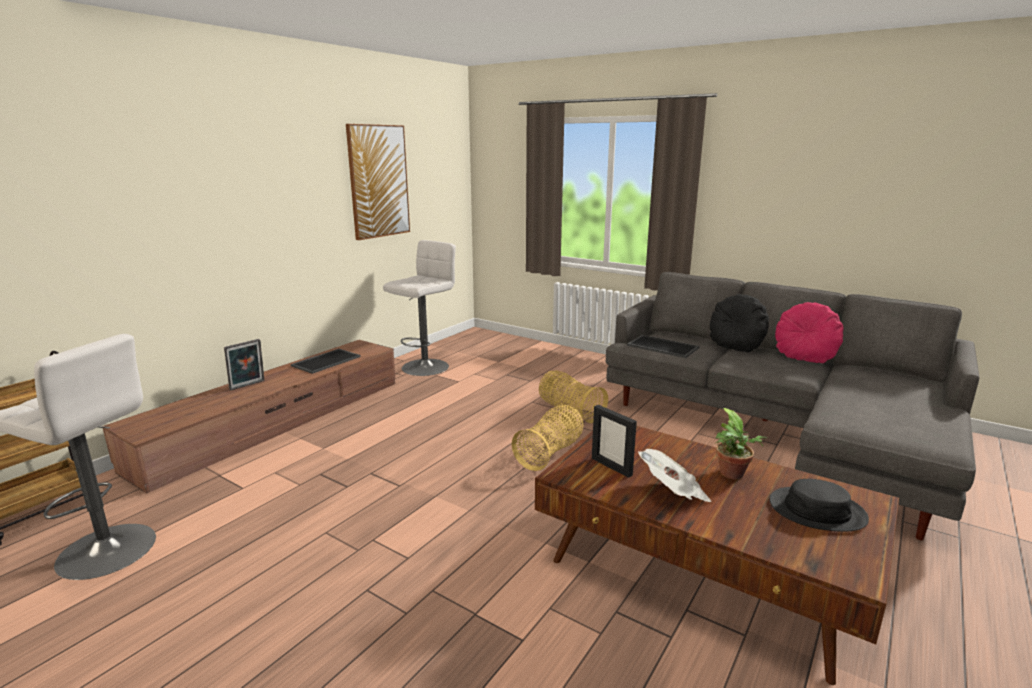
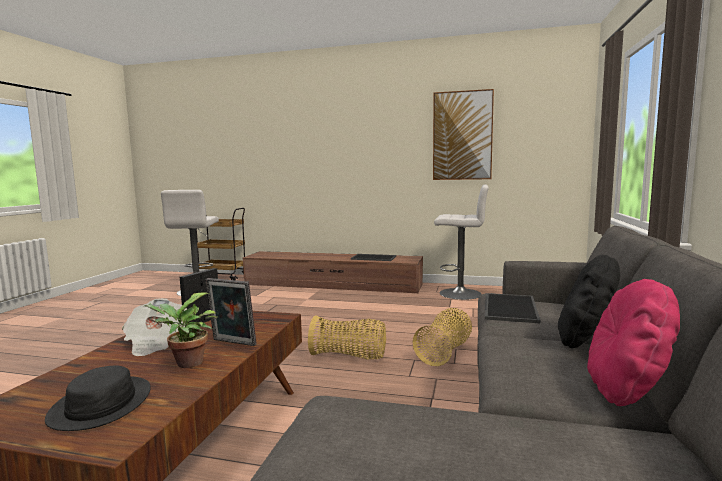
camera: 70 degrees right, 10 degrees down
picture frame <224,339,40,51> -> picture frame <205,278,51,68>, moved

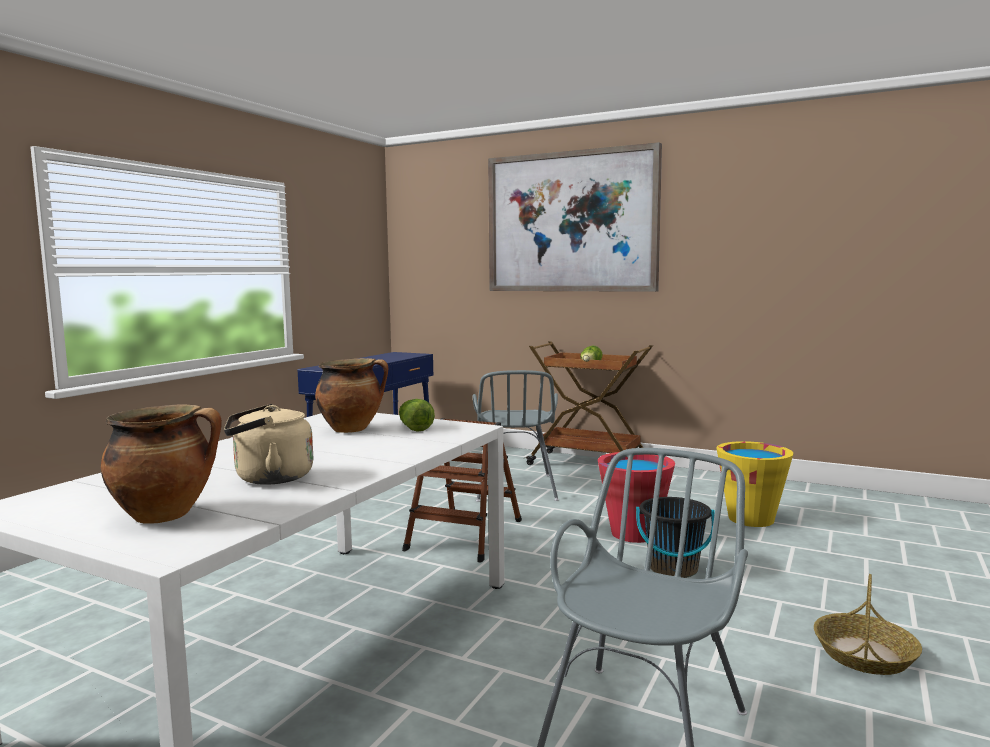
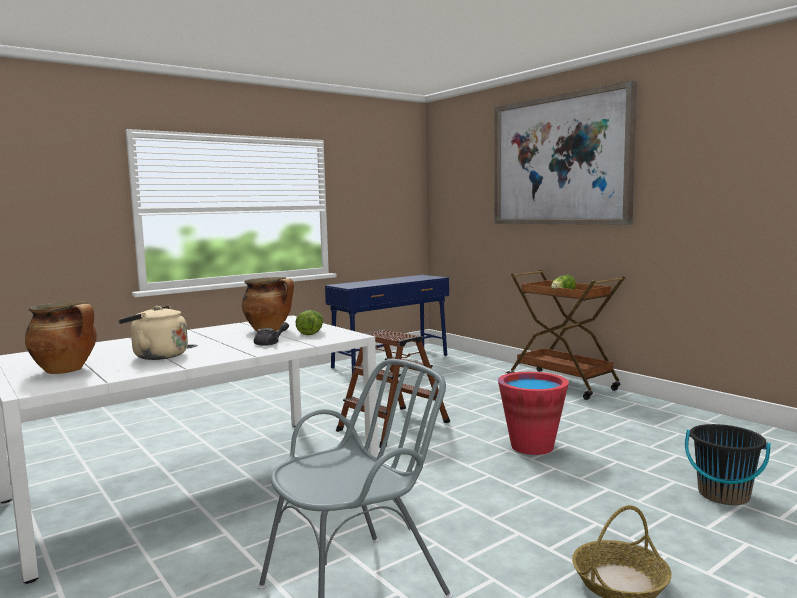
camera: 25 degrees right, 0 degrees up
none -> grey teapot <254,322,35,24>
black bucket <636,497,79,81> -> black bucket <685,424,86,81>, moved
grey chair <473,370,86,132> -> none
yellow bucket <717,441,76,86> -> none

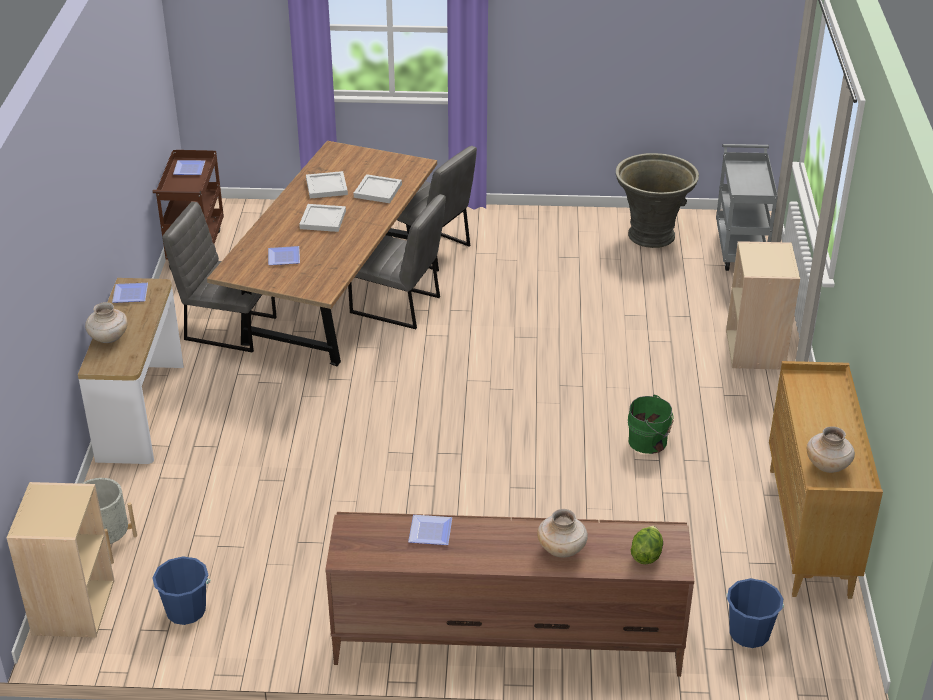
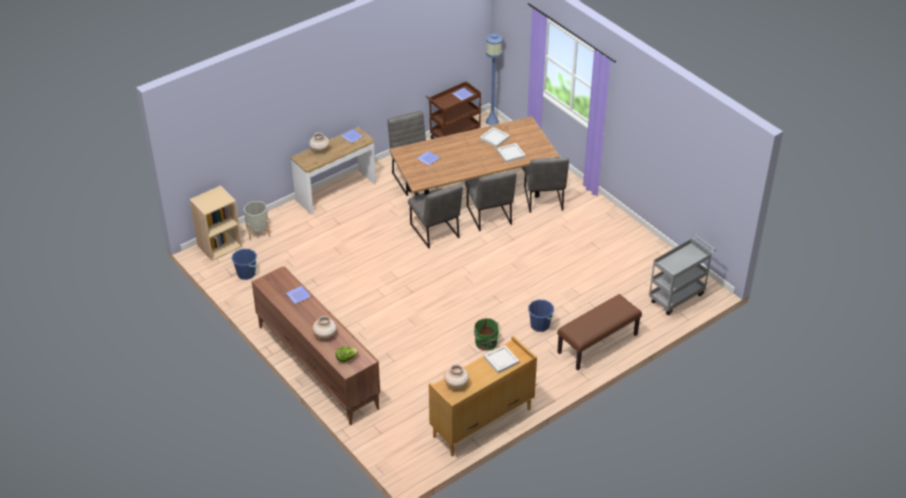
camera: 50 degrees right, 5 degrees up
none -> grey chair <408,184,55,64>
white tray <299,204,47,28> -> white tray <484,345,36,28>, moved
none -> blue floor lamp <486,34,17,92>
blue bucket <726,578,58,70> -> blue bucket <528,300,26,32>, moved
beige bookcase <726,241,74,129> -> brown bench <557,294,85,76>
grey planter <616,153,83,95> -> none

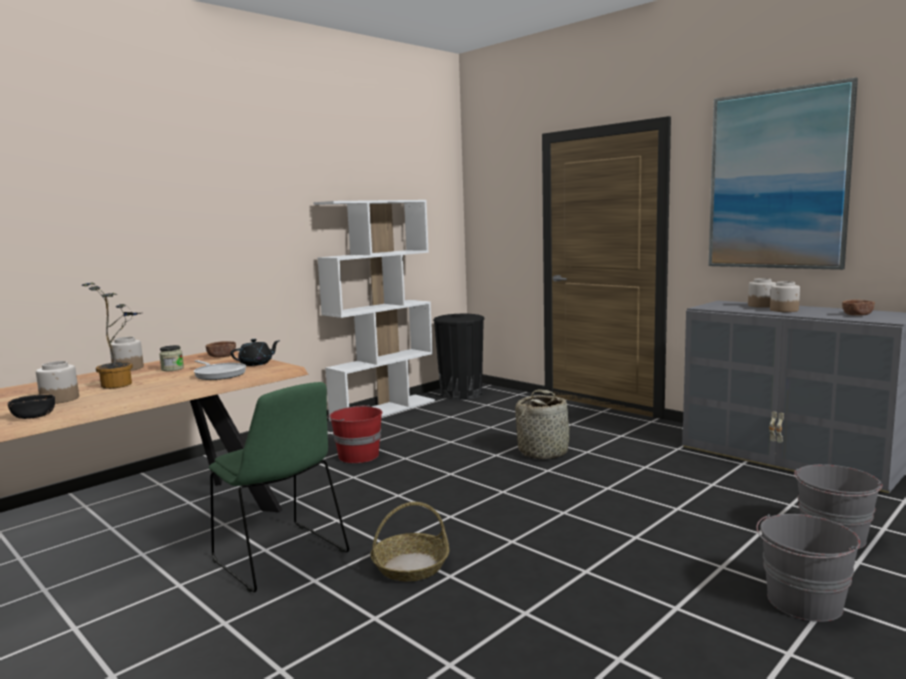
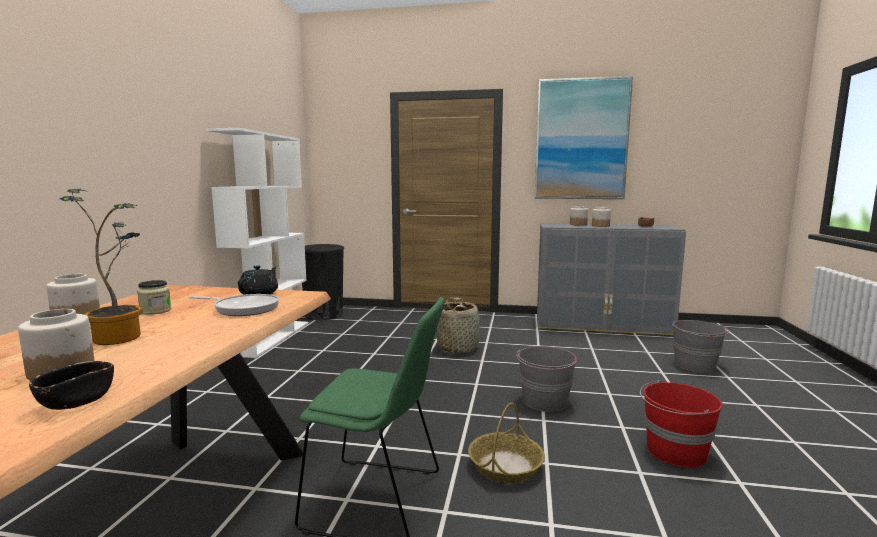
camera: 35 degrees left, 0 degrees up
grey bucket <756,514,105,108> -> grey bucket <516,346,61,66>, moved
red bucket <327,405,55,58> -> red bucket <640,380,83,88>, moved
brown bowl <206,341,30,16> -> none

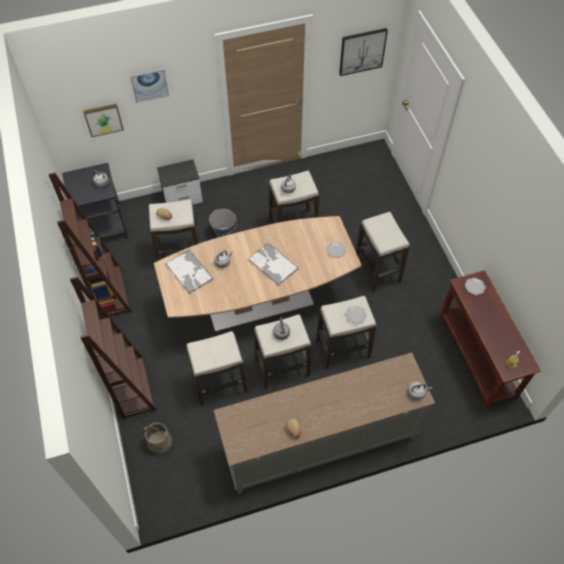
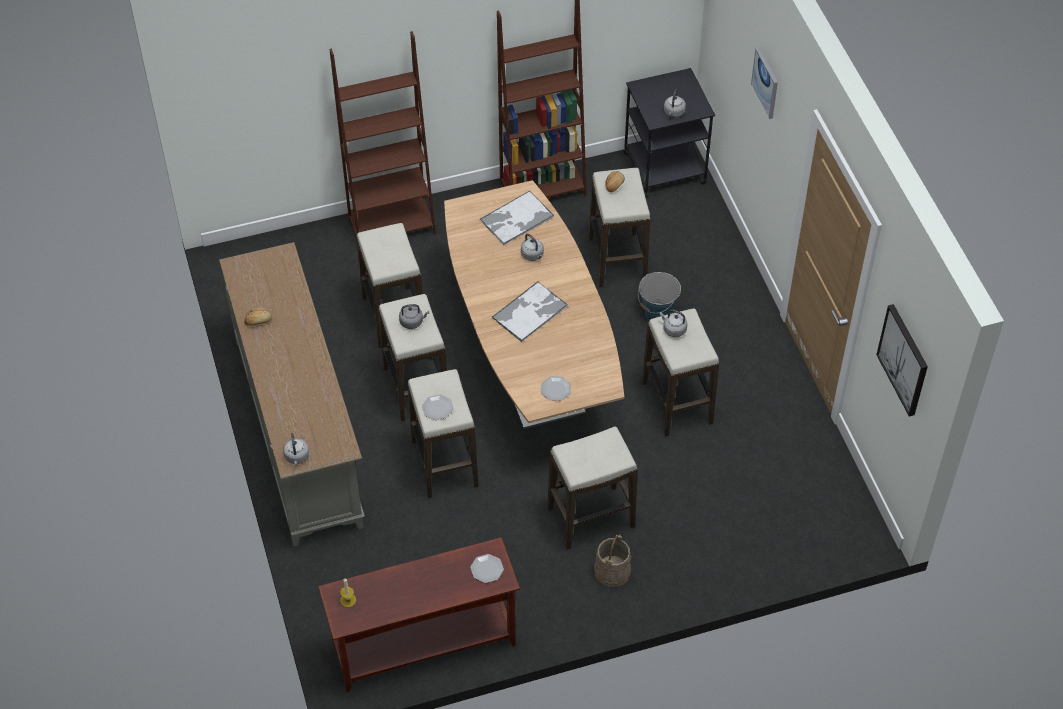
camera: 90 degrees right, 5 degrees down
beige bucket <144,423,28,31> -> beige bucket <594,534,37,53>, moved
picture <83,104,40,33> -> none
nightstand <157,159,46,46> -> none

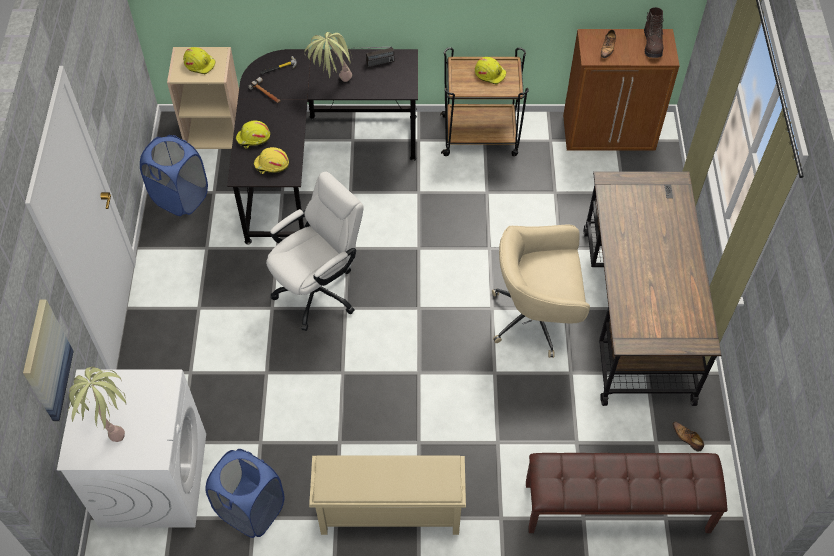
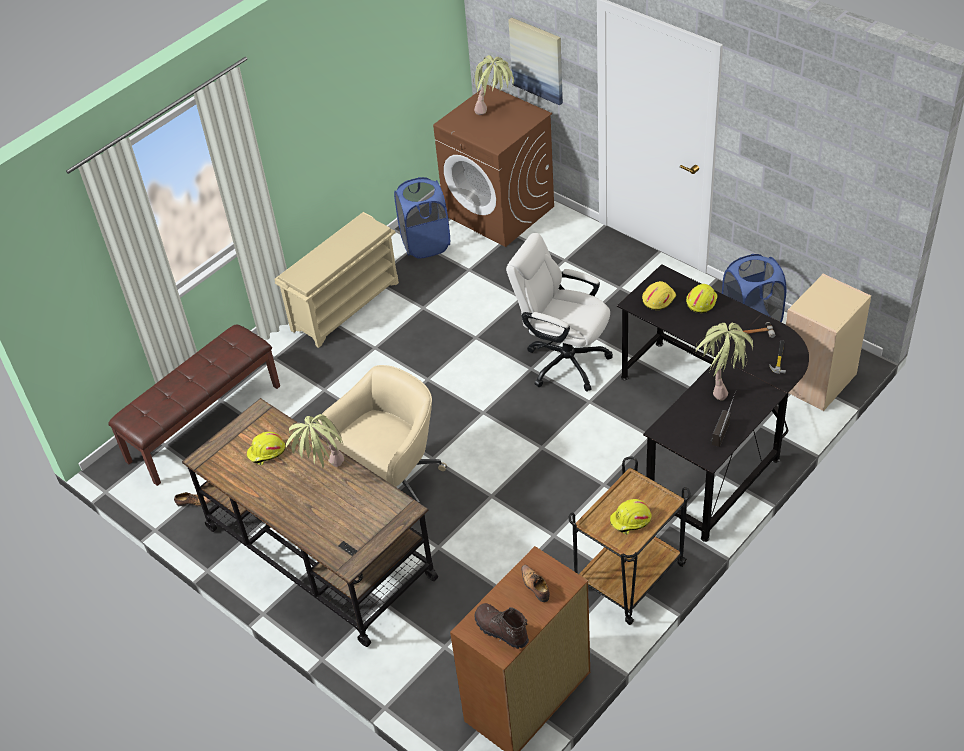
camera: 135 degrees right, 10 degrees down
yellow hard hat <183,47,33,28> -> yellow hard hat <247,432,38,33>, moved
none -> potted plant <286,414,58,54>
white washing machine <57,369,149,158> -> brown washing machine <433,85,121,162>
white office chair <266,172,98,159> -> white office chair <506,233,107,159>, 120 degrees clockwise

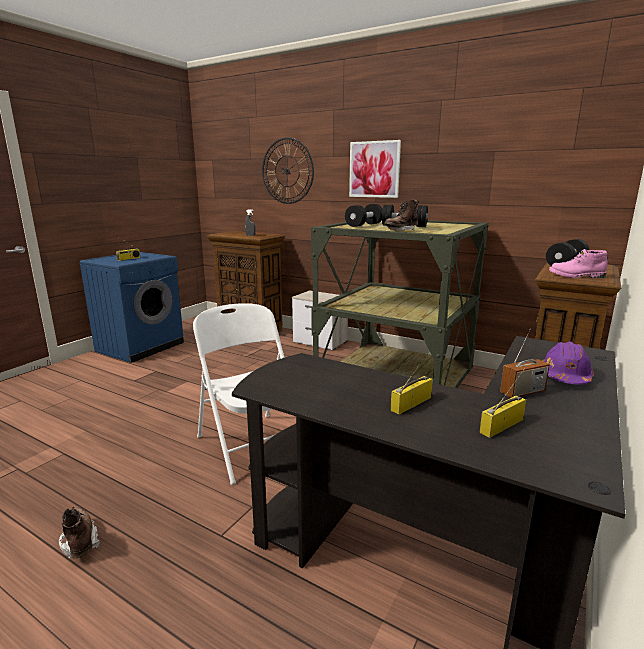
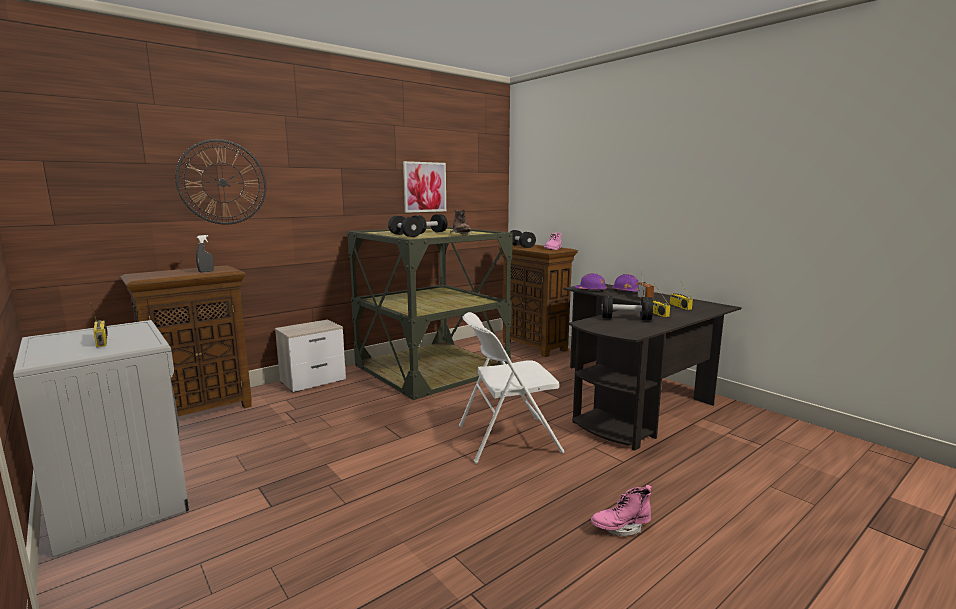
camera: 70 degrees left, 5 degrees down
blue washing machine <80,252,104,111> -> white washing machine <13,320,176,237>
picture <349,140,52,58> -> picture <403,161,43,52>, moved
none -> purple hard hat <575,273,32,19>
brown boot <59,507,41,51> -> pink boot <591,485,61,51>
none -> black dumbbell <601,296,52,24>

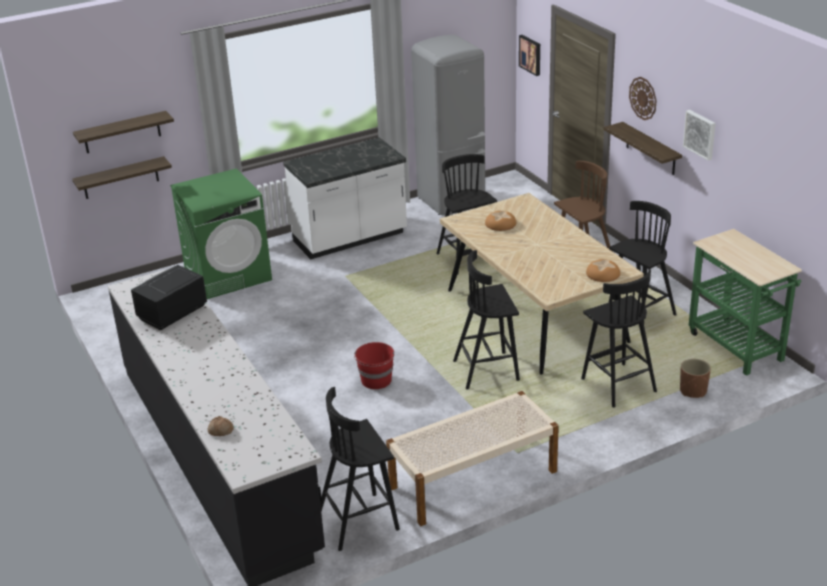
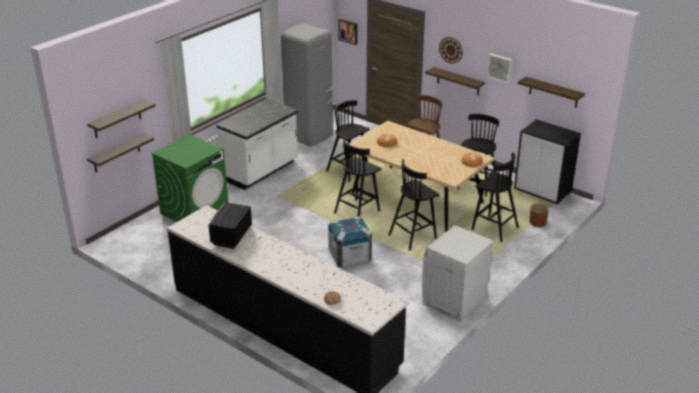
camera: 25 degrees left, 0 degrees up
red bucket <354,342,41,47> -> crate <328,216,44,52>
black stool <320,387,80,164> -> black stool <334,138,47,79>, moved
beige bench <386,391,173,135> -> white washing machine <422,225,72,97>
green cart <689,229,113,147> -> black cabinet <514,119,67,86>
none -> shelf <517,77,68,31>

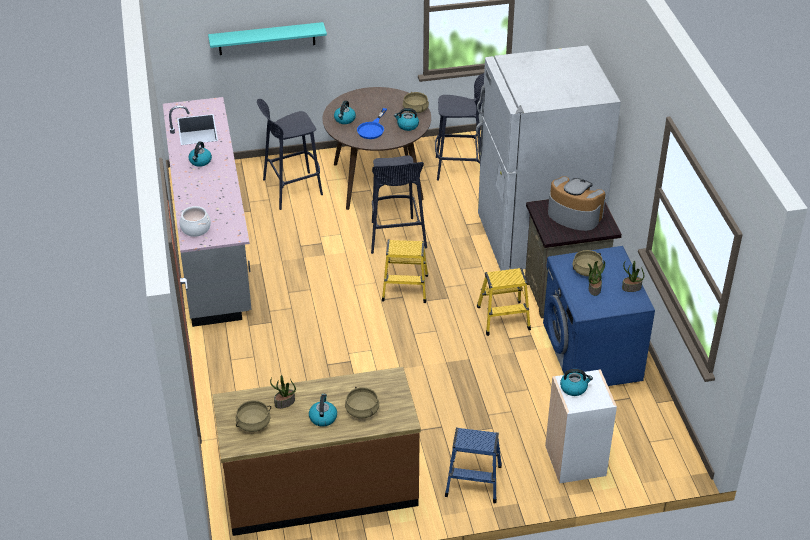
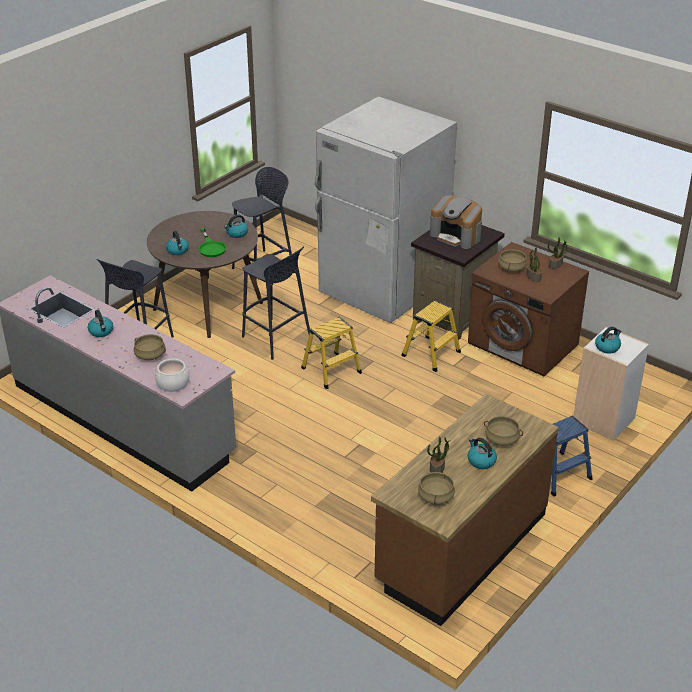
camera: 40 degrees left, 5 degrees down
beige cooking pot <403,92,26,21> -> beige cooking pot <134,334,32,26>, moved
blue frying pan <357,108,30,31> -> green frying pan <198,228,28,29>
coffee machine <548,176,58,55> -> coffee machine <430,195,52,54>, 135 degrees counterclockwise
blue washing machine <543,246,112,140> -> brown washing machine <468,242,121,134>
turquoise shelf <208,22,119,33> -> none

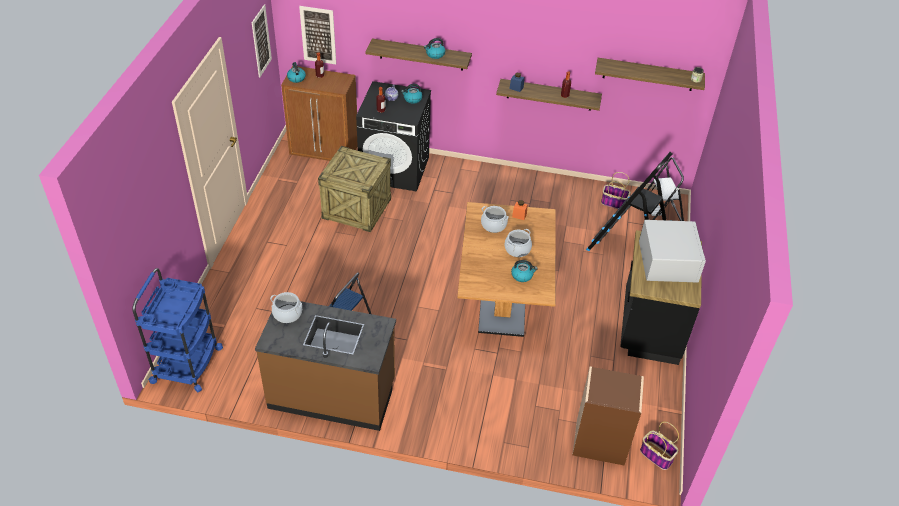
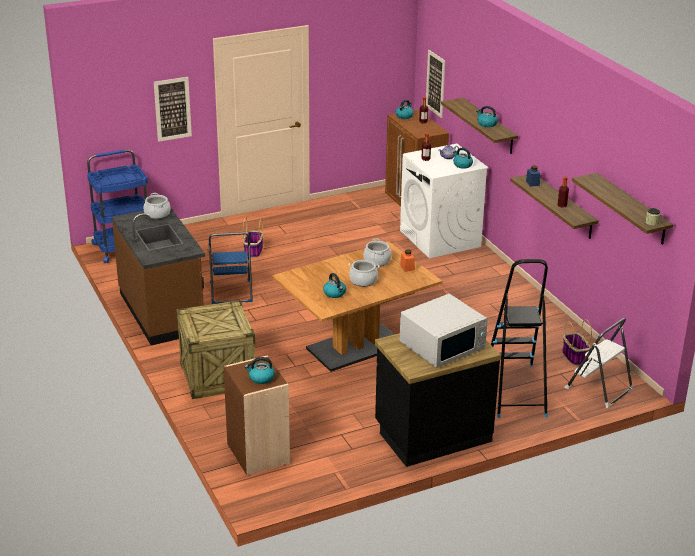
camera: 55 degrees right, 15 degrees down
picture <252,4,20,74> -> picture <154,77,38,65>, moved
crate <318,146,73,86> -> crate <176,300,79,99>, moved
basket <640,421,39,49> -> basket <243,217,20,41>, moved
none -> kettle <245,357,30,27>
black washing machine <356,81,75,111> -> white washing machine <400,144,89,114>

